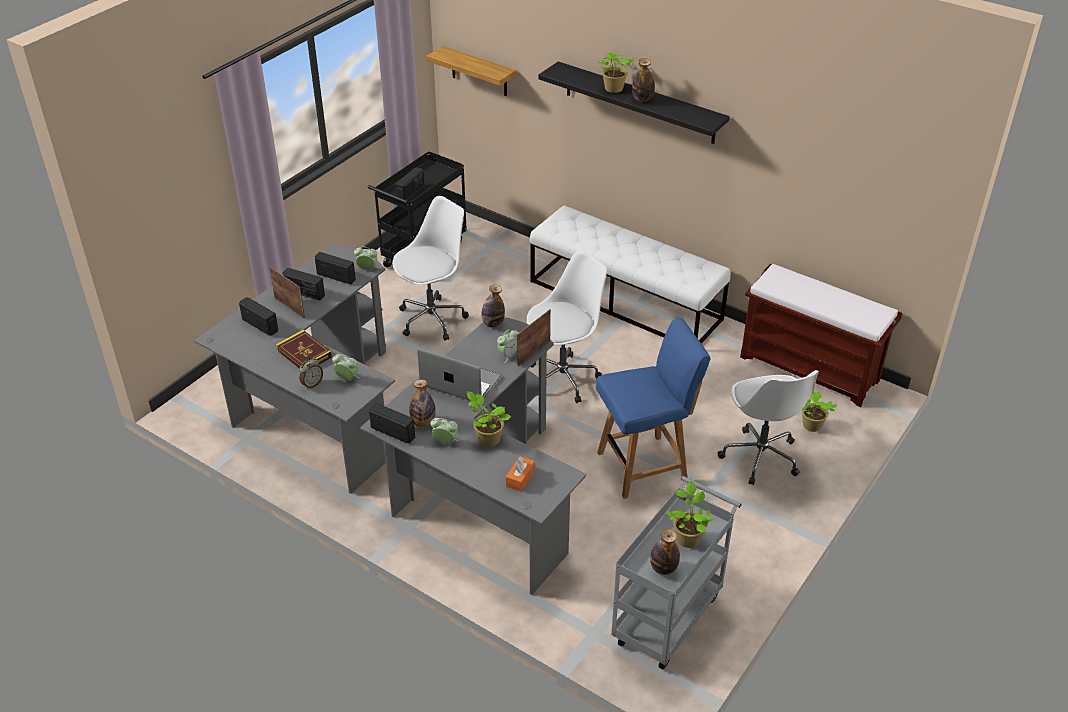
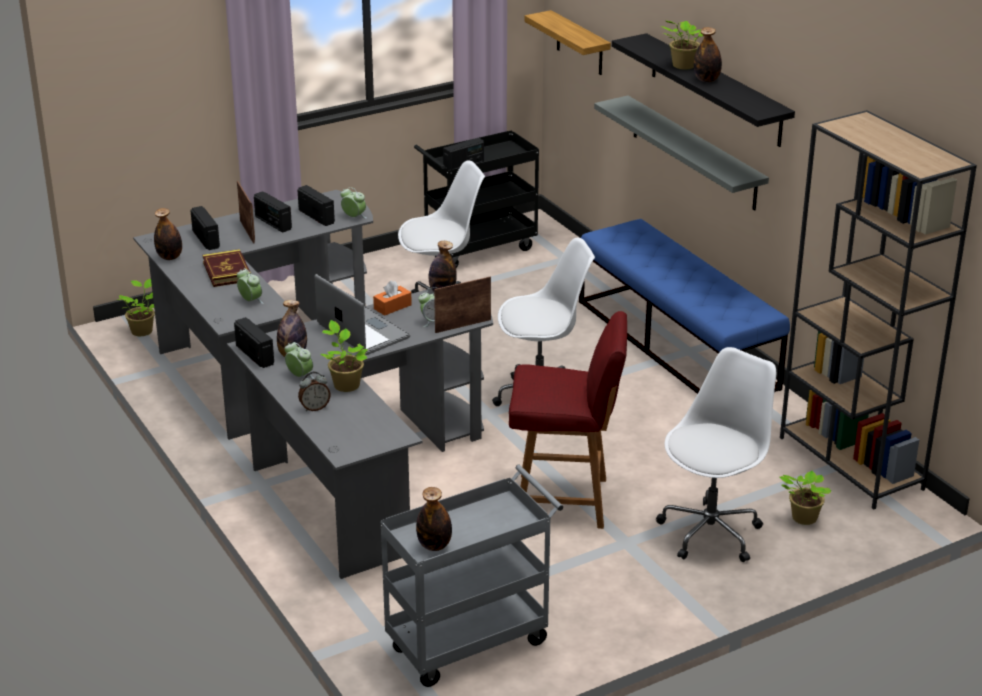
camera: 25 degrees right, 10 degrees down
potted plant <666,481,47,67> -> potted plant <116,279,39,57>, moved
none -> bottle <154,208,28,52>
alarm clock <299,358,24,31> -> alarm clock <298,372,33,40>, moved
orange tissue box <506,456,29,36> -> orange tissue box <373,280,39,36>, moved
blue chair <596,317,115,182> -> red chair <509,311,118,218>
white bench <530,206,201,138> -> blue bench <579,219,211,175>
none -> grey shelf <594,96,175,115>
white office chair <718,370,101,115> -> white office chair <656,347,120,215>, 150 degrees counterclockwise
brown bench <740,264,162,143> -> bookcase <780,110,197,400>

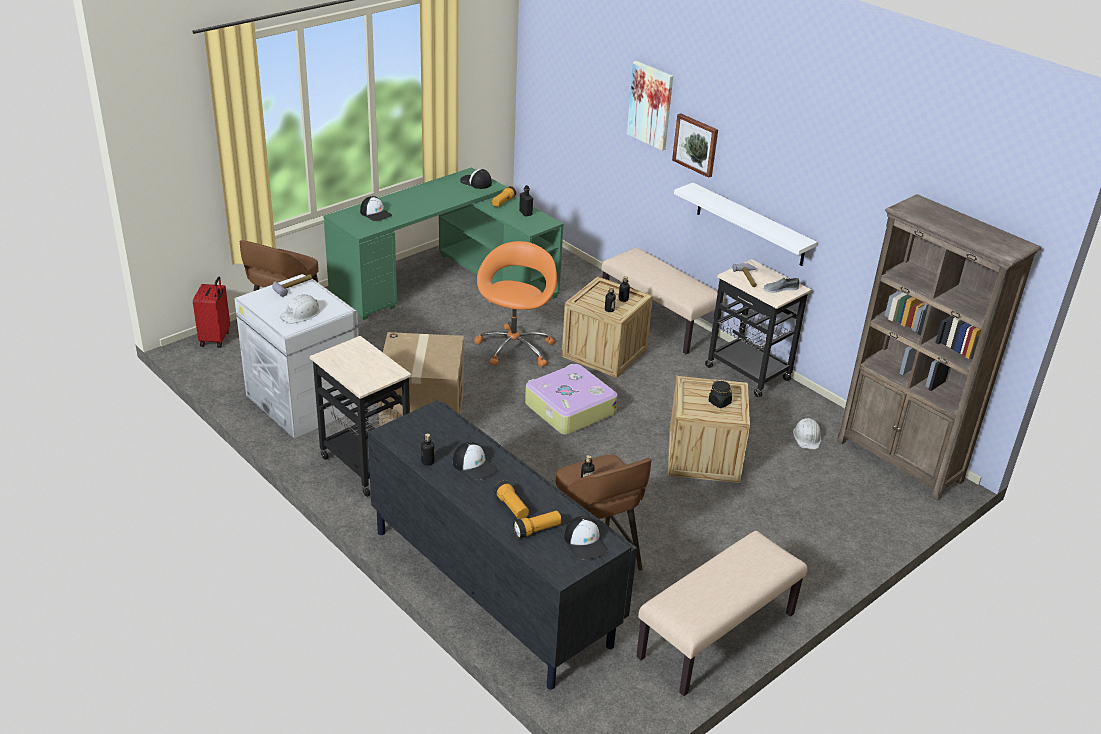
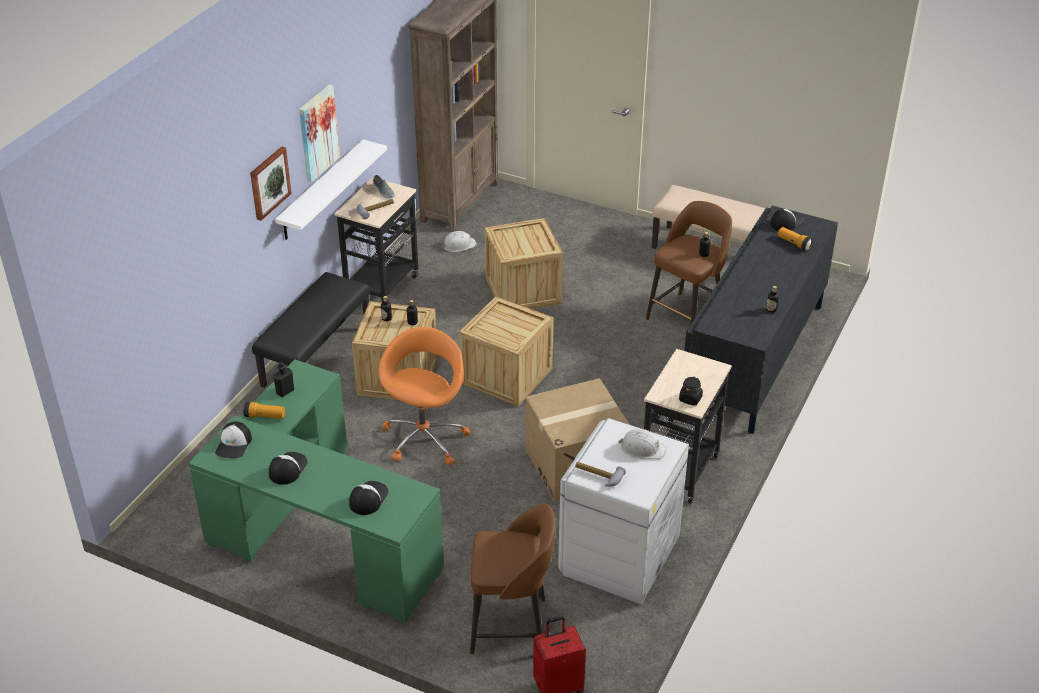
camera: 110 degrees left, 5 degrees up
beige bench <601,248,124,106> -> black bench <252,272,118,116>
cap <453,442,45,38> -> cap <269,452,39,33>, moved
picture <627,61,46,90> -> picture <299,84,41,99>, moved
orange office chair <474,241,83,126> -> orange office chair <379,327,92,139>, 120 degrees clockwise
suitcase <525,364,93,71> -> crate <460,296,93,110>
black jar <709,380,23,28> -> black jar <679,377,24,29>, moved
flashlight <494,480,35,39> -> none

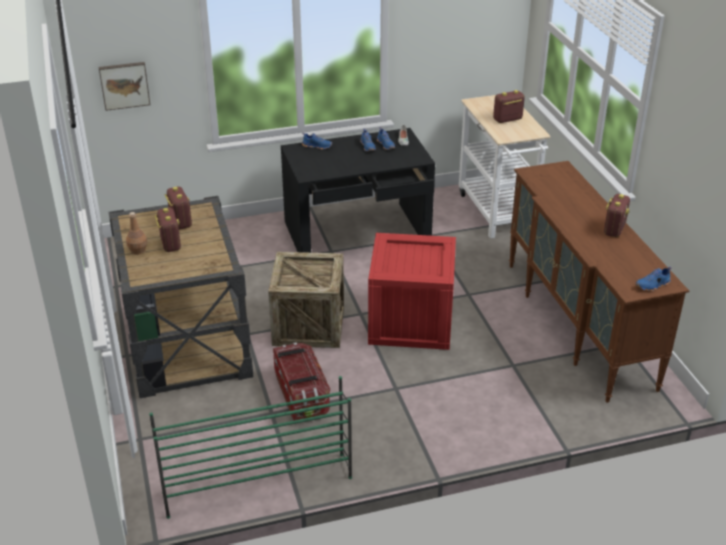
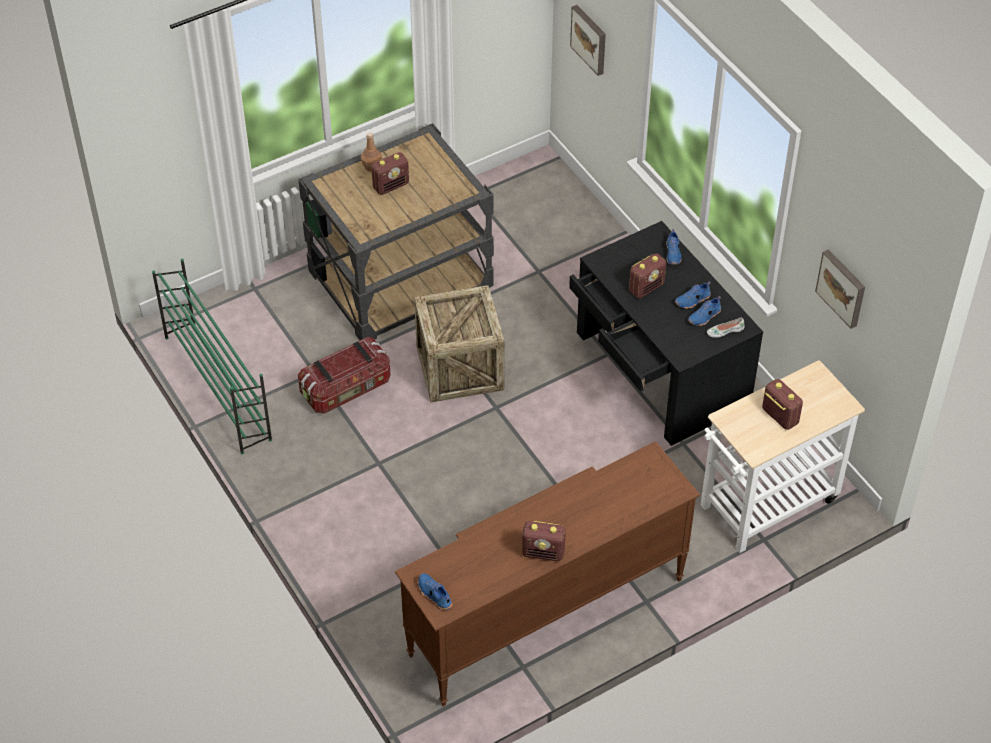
camera: 75 degrees right, 15 degrees up
radio <164,187,28,42> -> radio <629,253,37,45>, moved
none -> picture <815,249,50,80>
crate <368,233,88,117> -> none

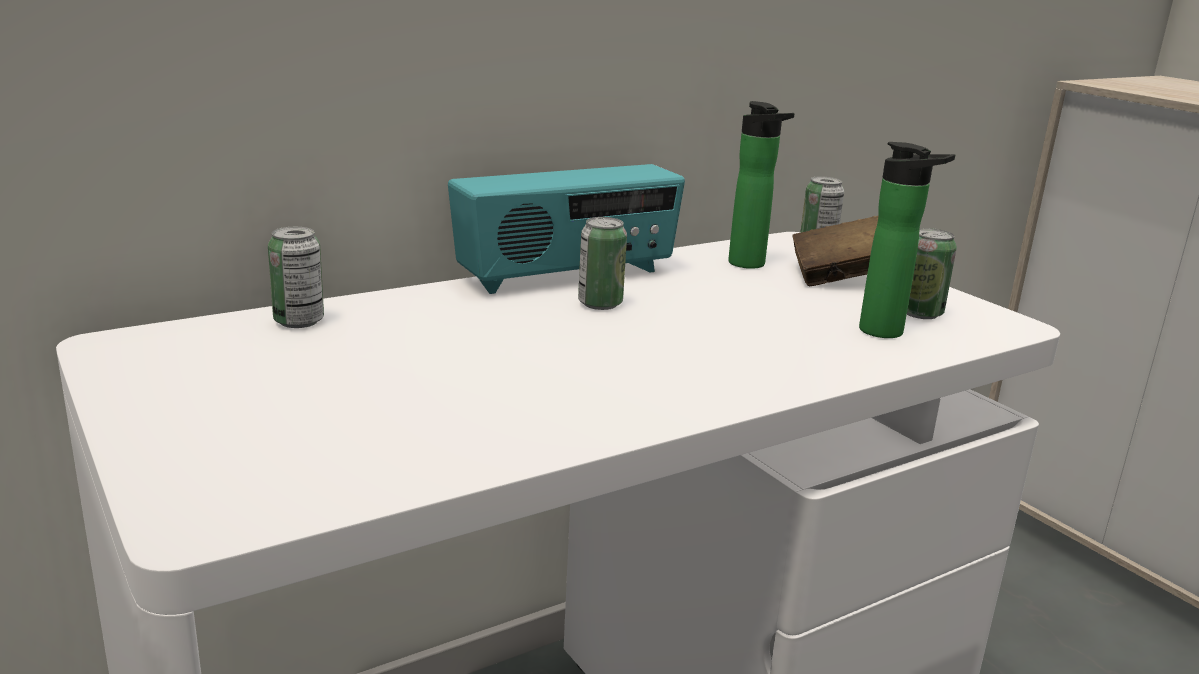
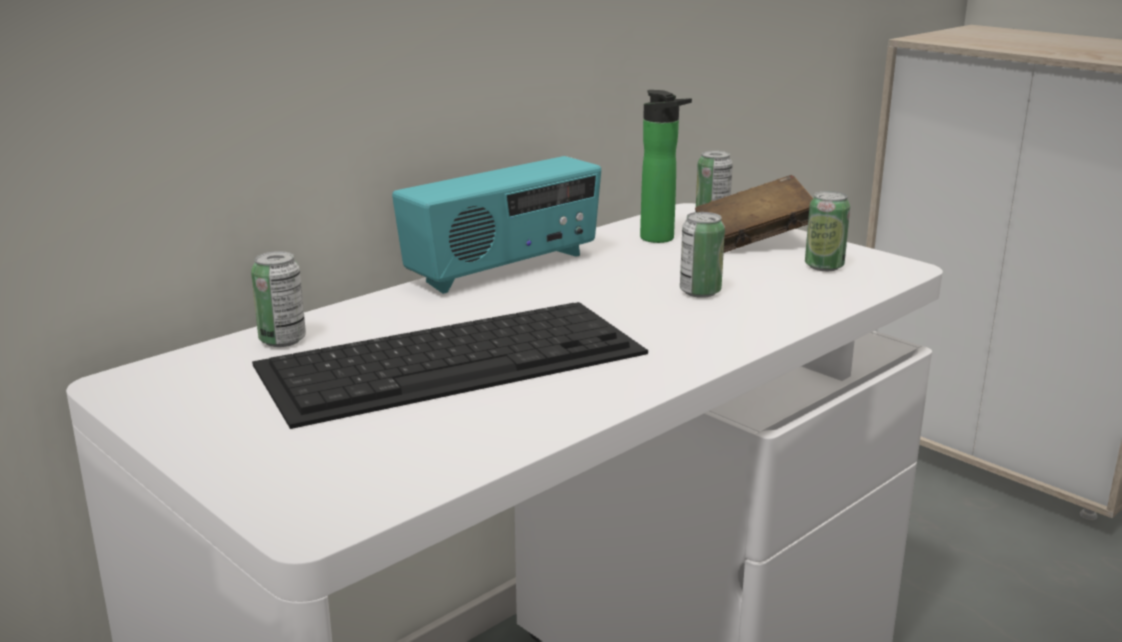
camera: 10 degrees left, 0 degrees up
none -> keyboard <252,302,396,127>
can <578,217,49,93> -> can <680,212,45,86>, moved
bottle <859,142,96,196> -> none

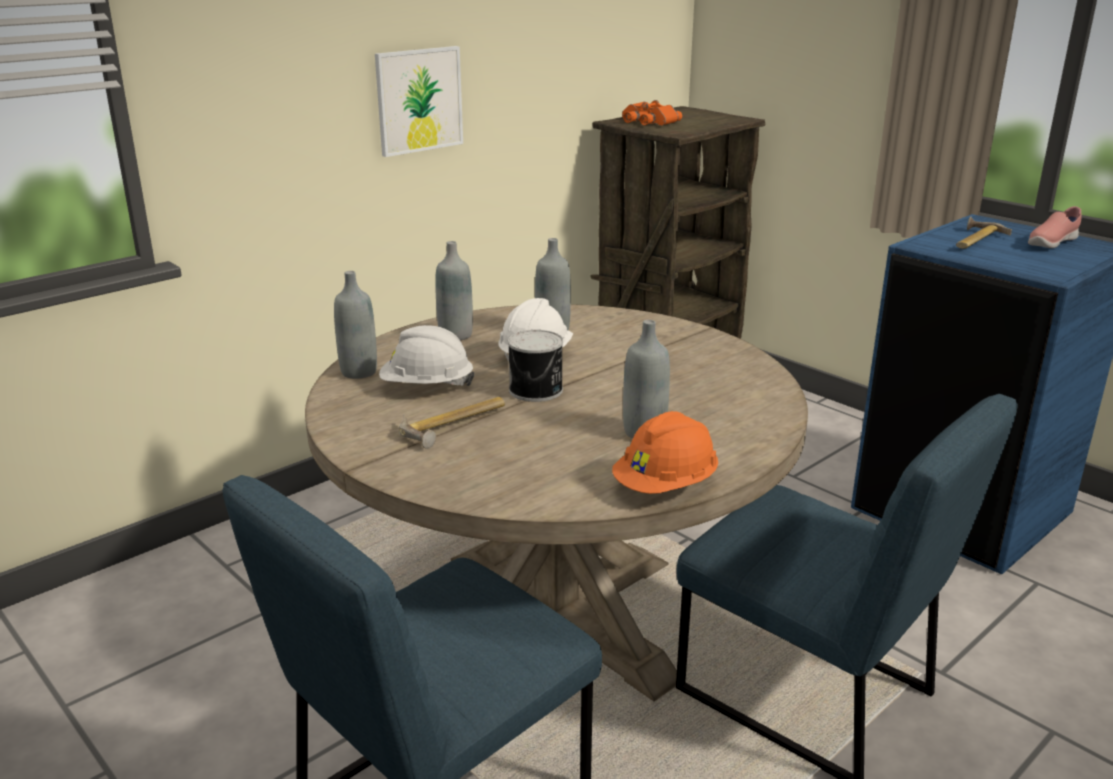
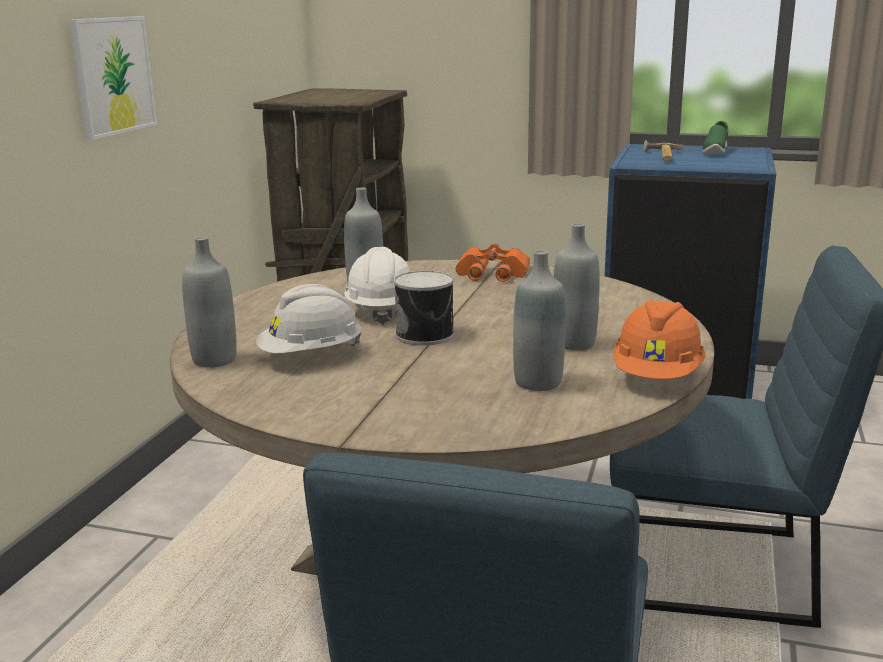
camera: 30 degrees left, 5 degrees down
orange binoculars <622,100,60,26> -> orange binoculars <456,243,74,39>, moved
grey bottle <435,241,38,99> -> grey bottle <513,250,53,141>, moved
pink shoe <1028,206,54,42> -> green shoe <702,121,26,33>
hammer <399,397,106,52> -> none

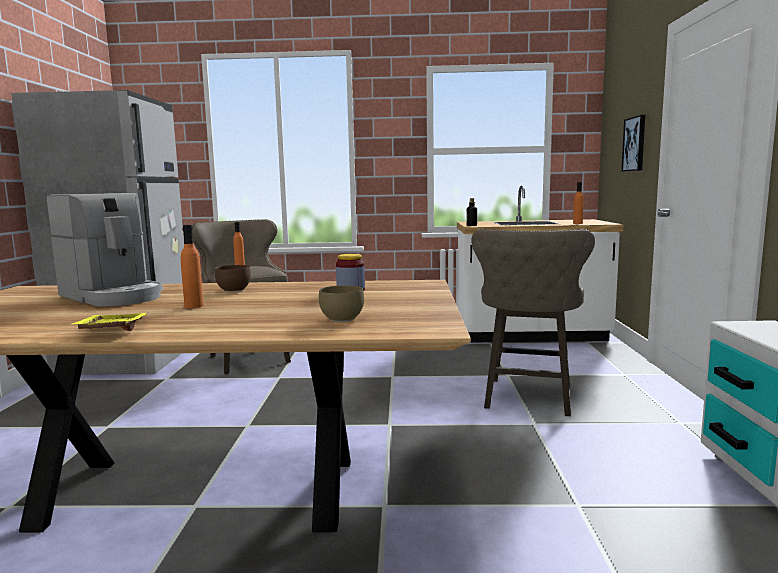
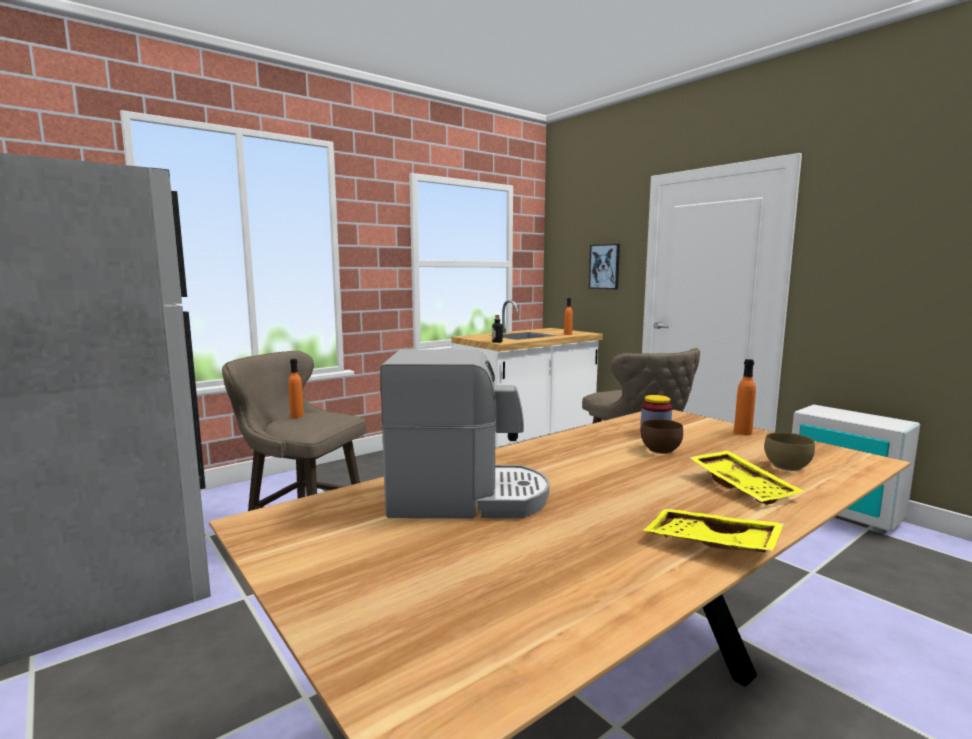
camera: 40 degrees left, 0 degrees up
brown bowl <215,265,36,27> -> brown bowl <641,419,42,35>, moved
none -> yellow tray <689,450,114,55>
orange bottle <181,225,23,83> -> orange bottle <734,359,22,76>, moved

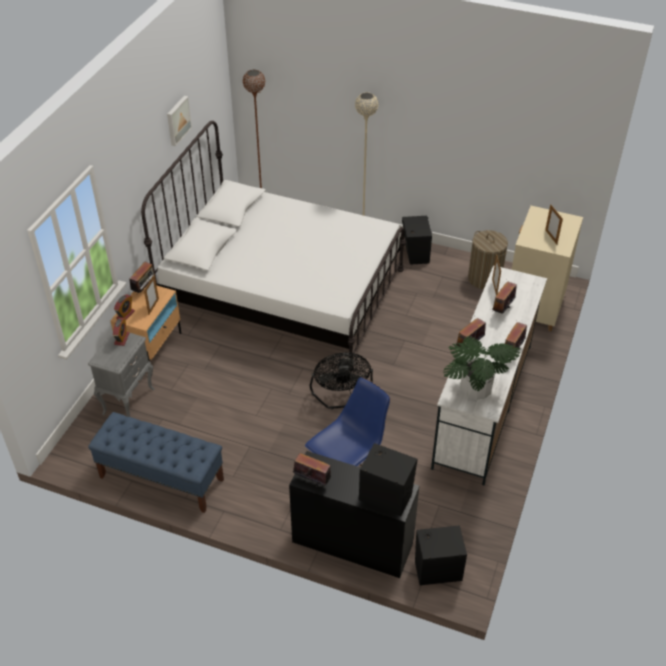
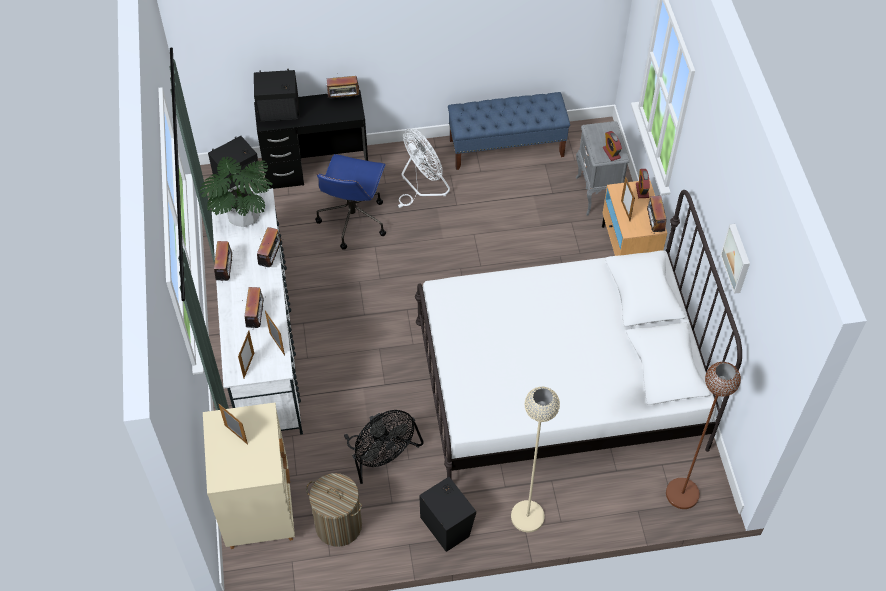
camera: 150 degrees right, 10 degrees up
none -> picture frame <238,330,16,48>
black fan <310,353,63,56> -> black fan <344,410,80,74>, moved
none -> white fan <398,128,52,80>

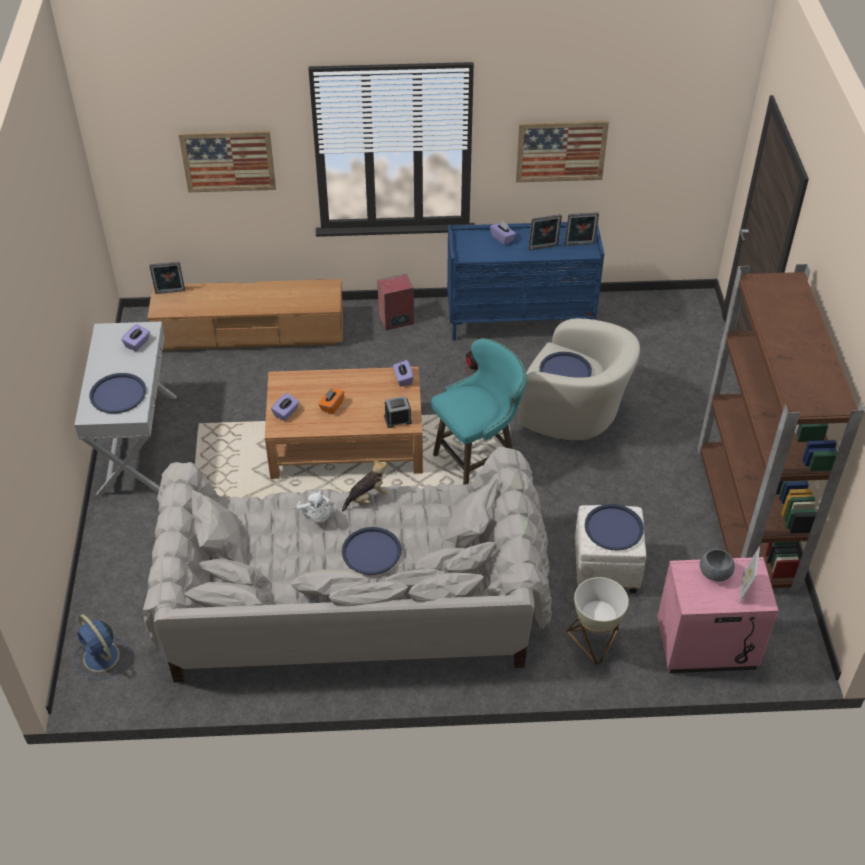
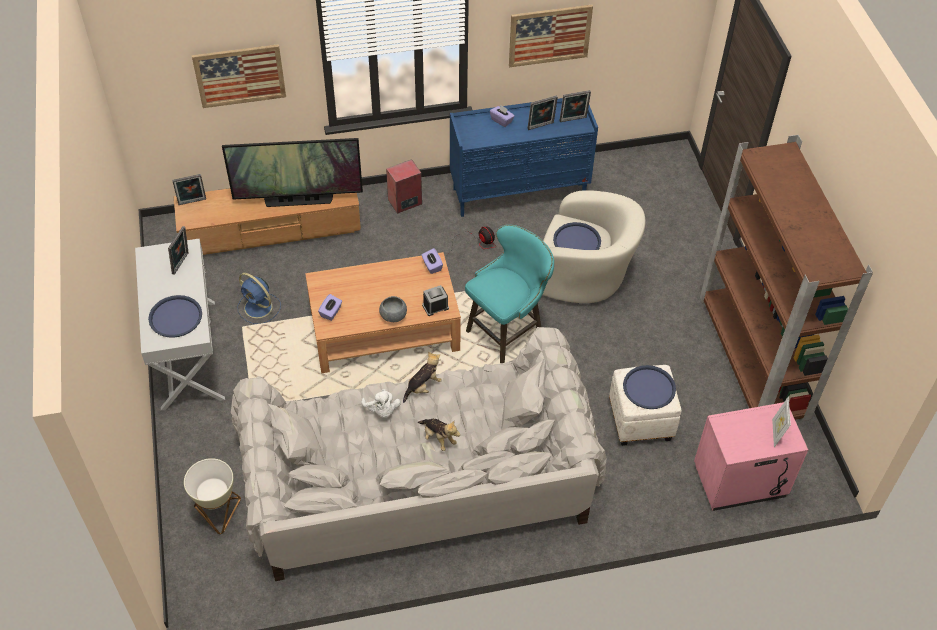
camera: 10 degrees left, 5 degrees up
purple tissue box <122,324,28,27> -> picture frame <168,226,21,49>
planter <567,577,62,87> -> planter <184,458,57,76>, moved
none -> television <222,138,141,69>
blue fan <75,614,55,66> -> blue fan <238,273,43,51>, moved
grey bowl <700,549,35,33> -> grey bowl <379,296,28,26>, moved
blue tray <342,527,59,48> -> plush toy <417,419,43,32>
orange tissue box <318,388,26,26> -> none

